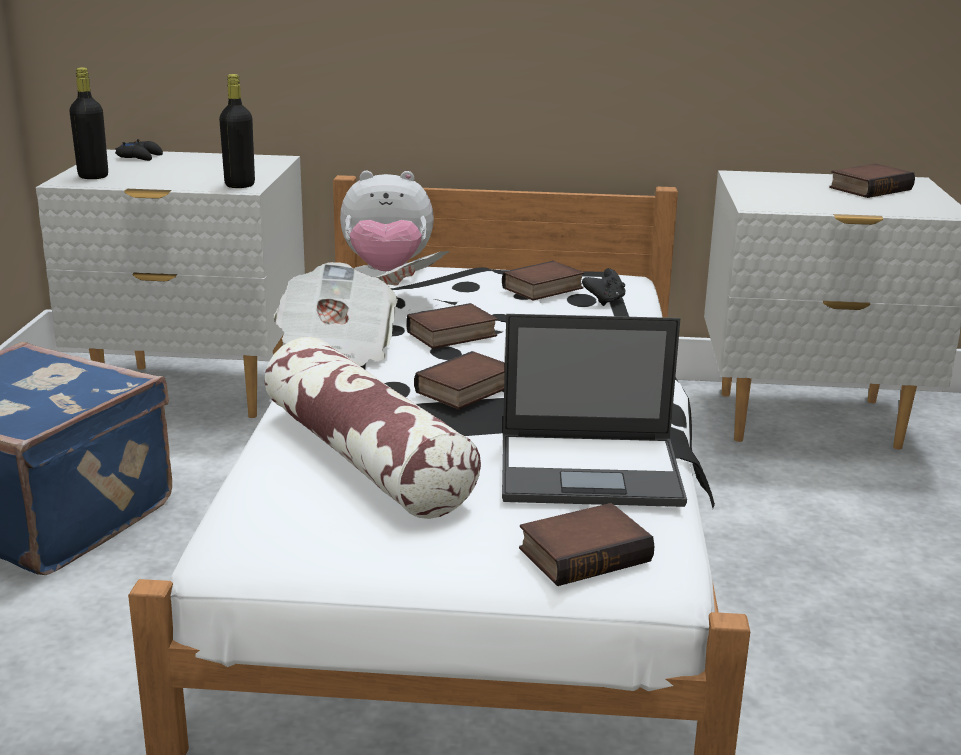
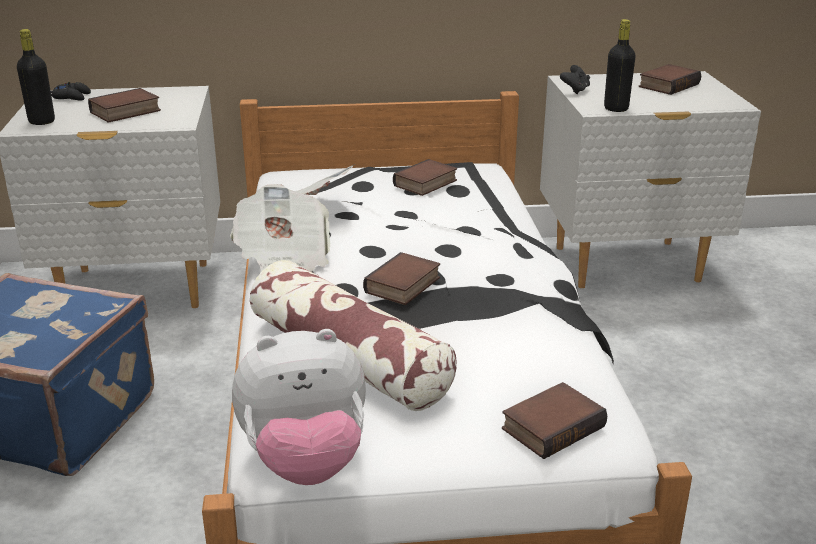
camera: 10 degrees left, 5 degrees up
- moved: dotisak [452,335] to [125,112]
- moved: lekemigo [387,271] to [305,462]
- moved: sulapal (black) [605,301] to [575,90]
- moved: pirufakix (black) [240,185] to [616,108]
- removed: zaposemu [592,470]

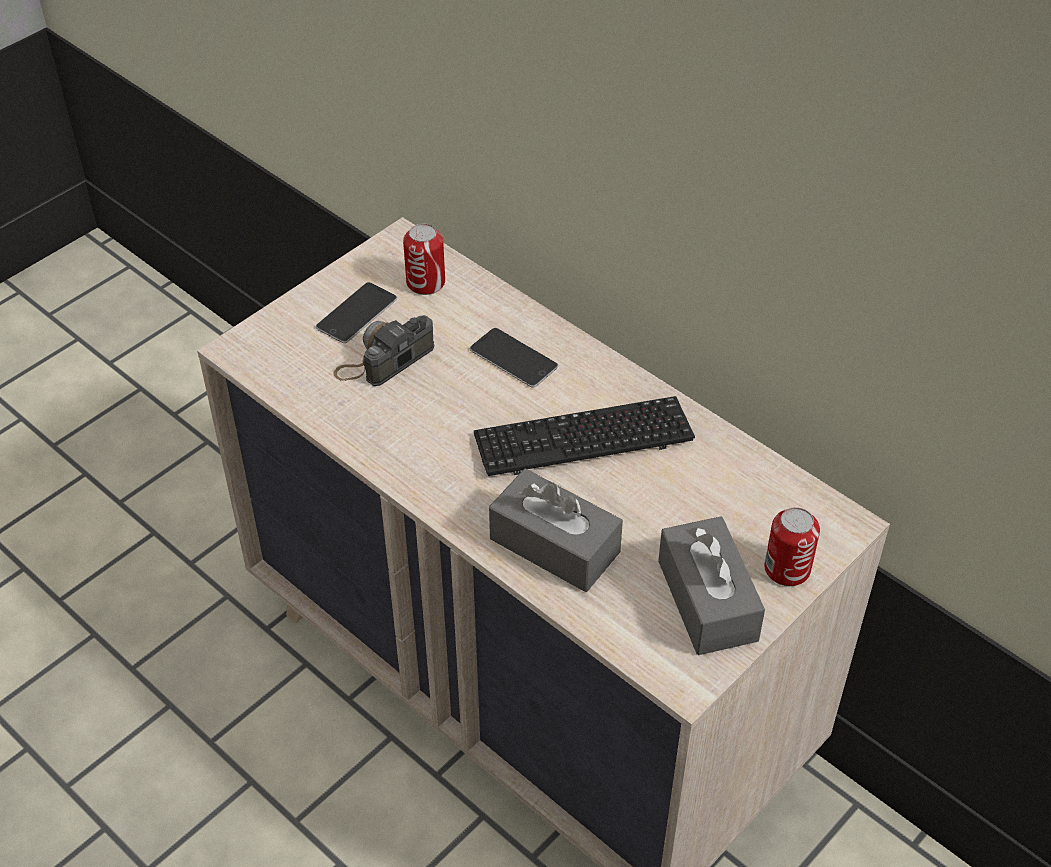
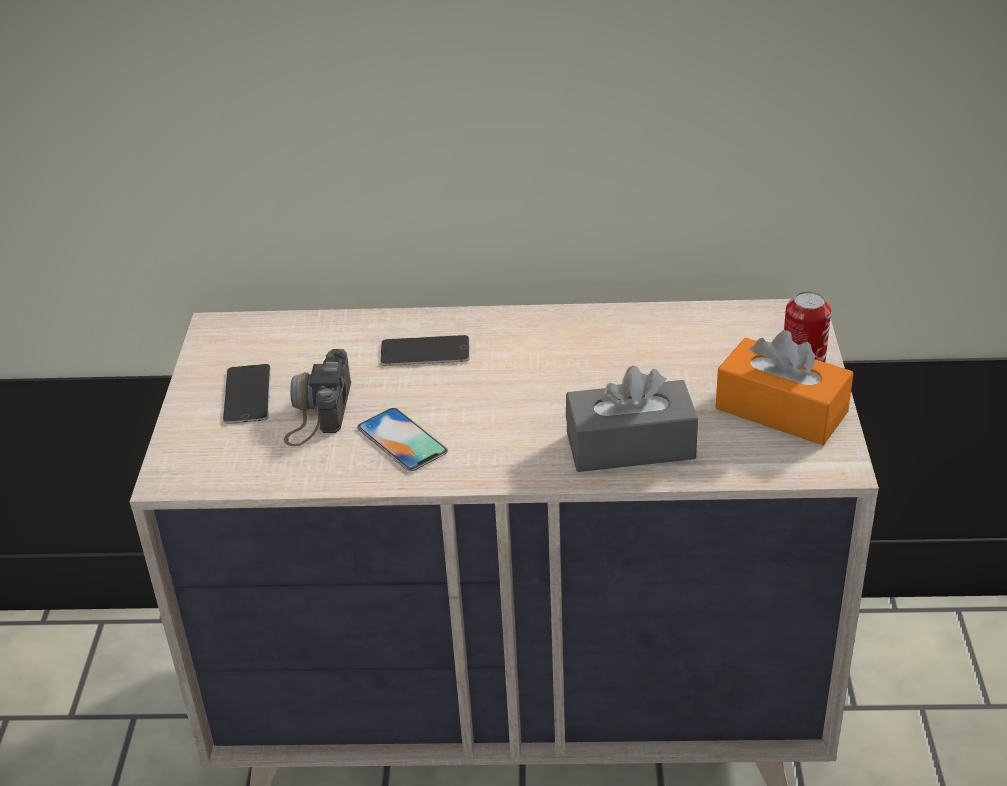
camera: 40 degrees left, 10 degrees down
- added: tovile [402,440]
- recoloured: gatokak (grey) [707,600] to gatokak (orange) [781,410]
- removed: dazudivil [425,282]
- removed: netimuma [583,439]

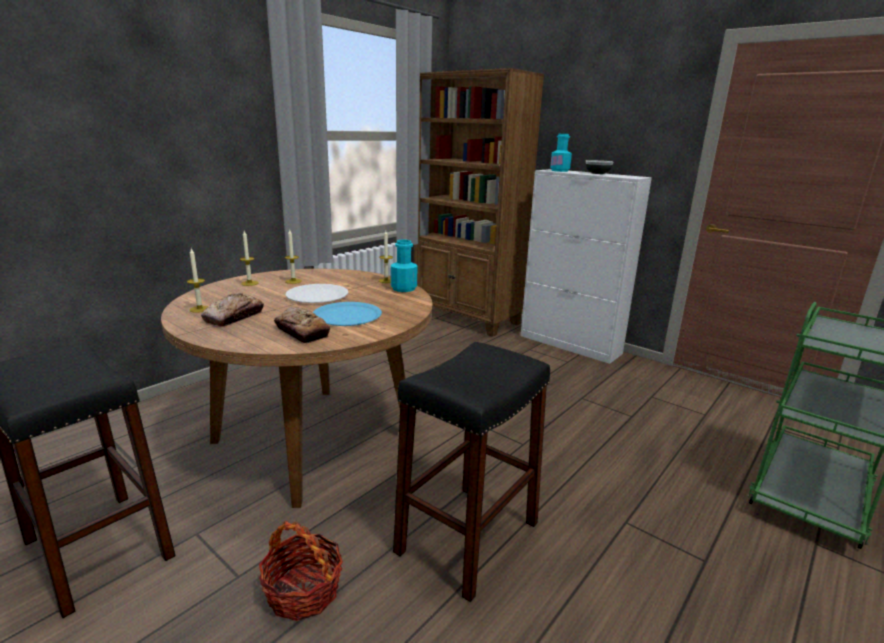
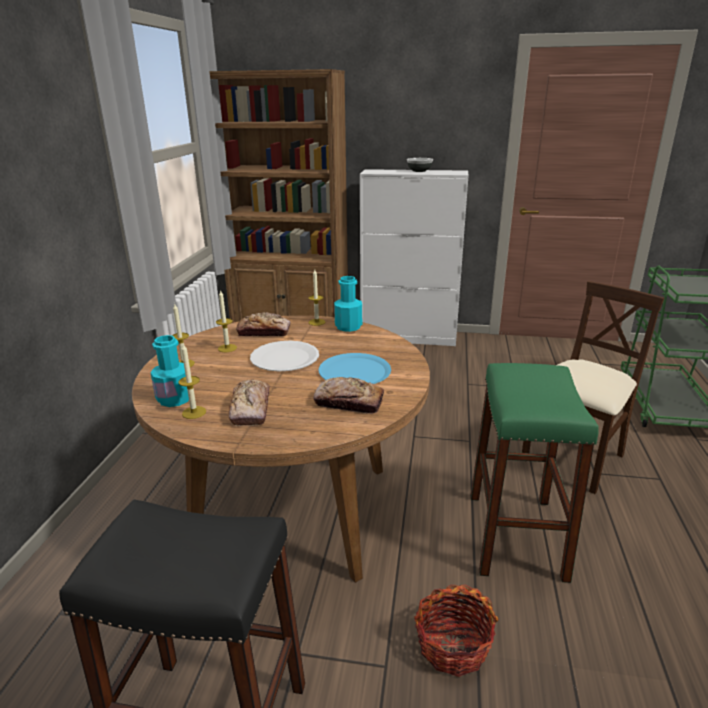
camera: 30 degrees left, 5 degrees up
- moved: pirufakix (turquoise) [559,171] to [175,399]
- added: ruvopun [264,332]
- recoloured: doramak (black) [467,537] to doramak (green) [515,535]
- added: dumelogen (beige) [574,459]

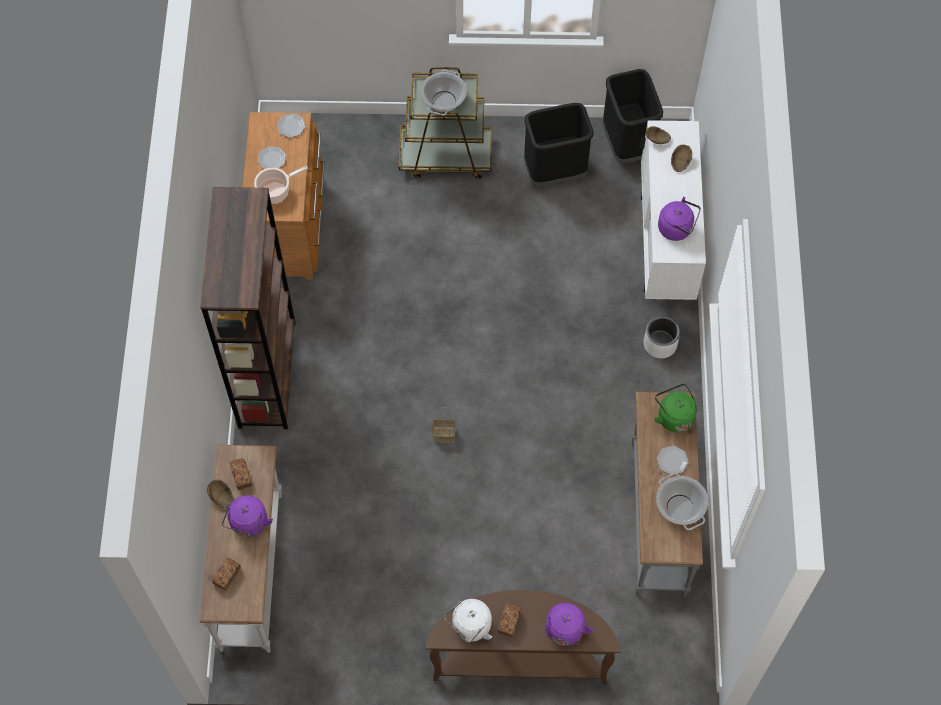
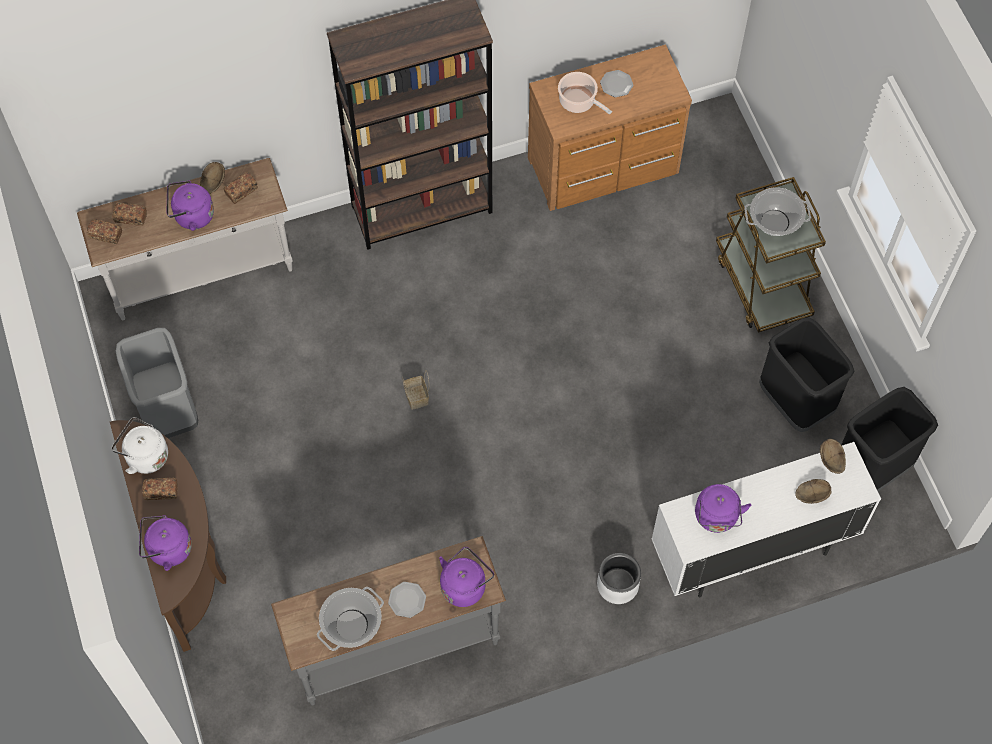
camera: 70 degrees right, 0 degrees up
- added: ruvopun [106,235]
- added: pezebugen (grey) [168,411]
- recoloured: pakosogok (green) [674,416] to pakosogok (purple) [465,585]
- removed: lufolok [291,126]

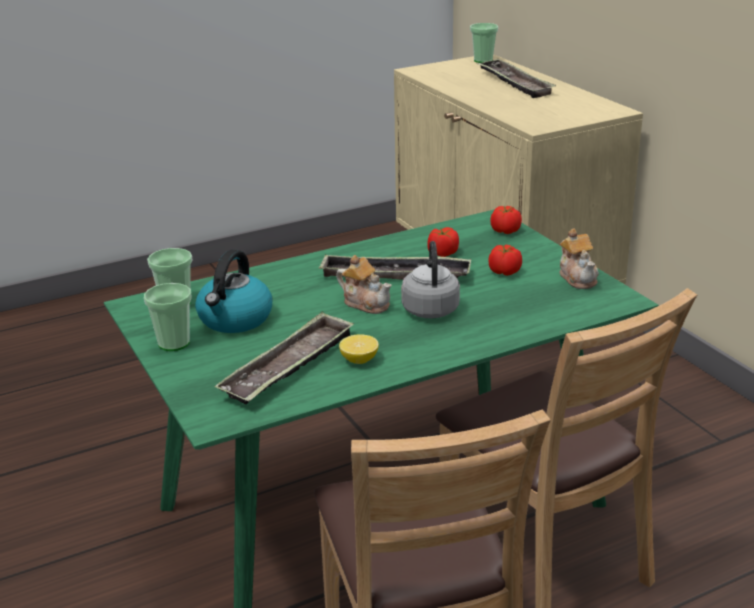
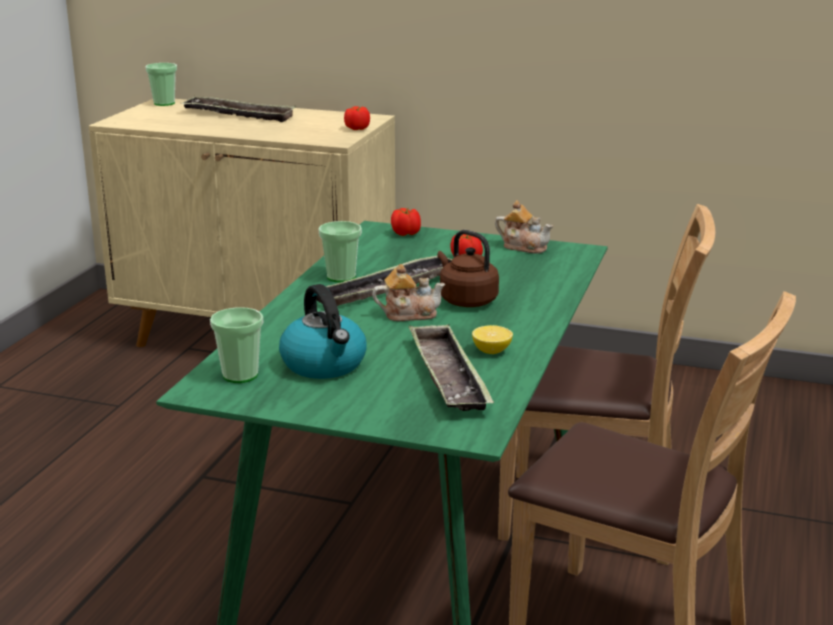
camera: 45 degrees left, 5 degrees down
- moved: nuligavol [174,343] to [341,277]
- moved: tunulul [442,253] to [357,128]
- recoloured: pakosogok (grey) [430,308] to pakosogok (brown) [466,300]

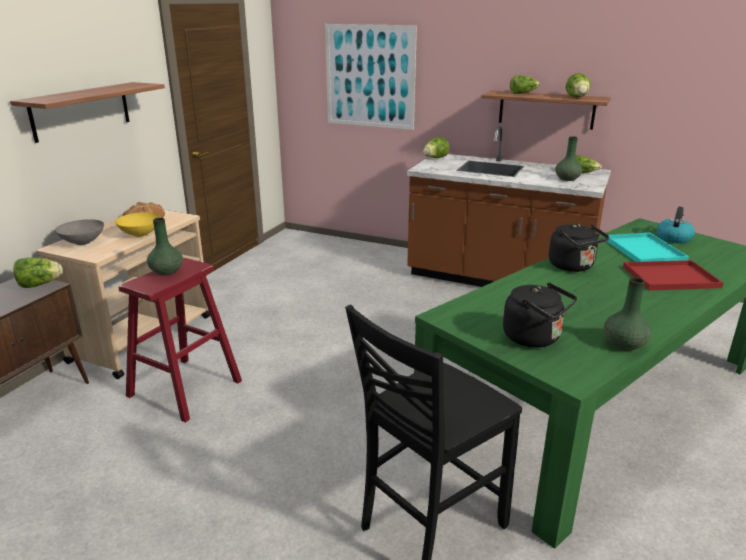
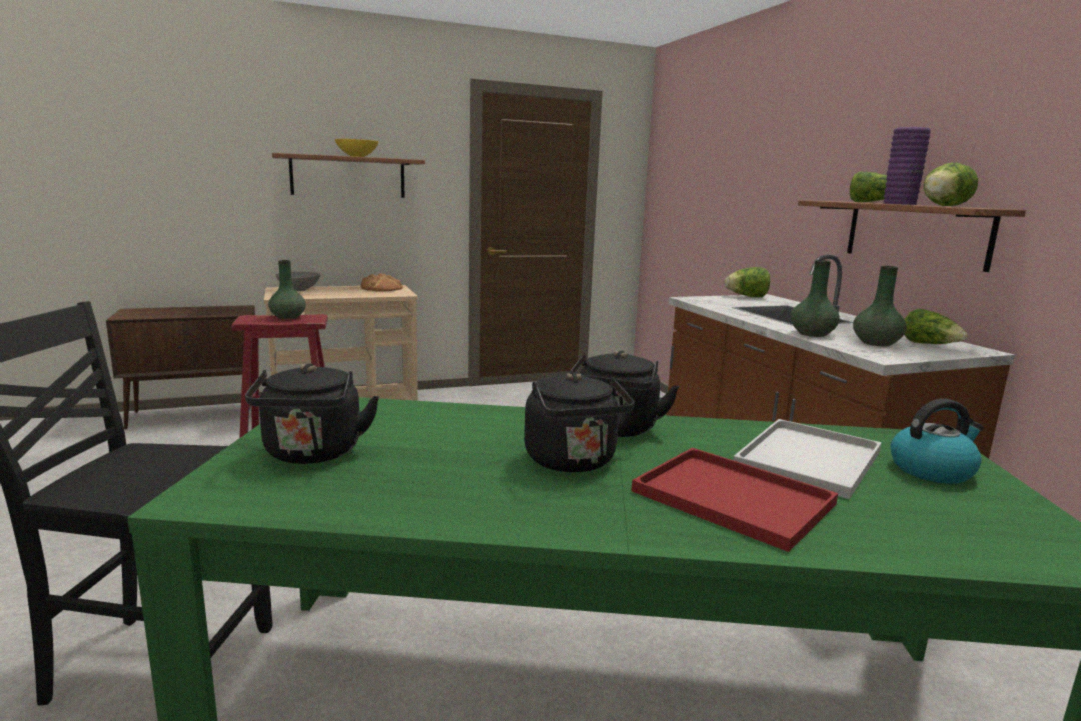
camera: 45 degrees right, 10 degrees down
- moved: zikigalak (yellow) [140,234] to [357,157]
- added: pakosogok (black) [573,462]
- recoloured: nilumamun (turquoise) [645,250] to nilumamun (white) [809,460]
- moved: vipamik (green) [623,344] to [811,334]
- added: vipamik (purple) [899,204]
- removed: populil [39,285]
- removed: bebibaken [369,76]

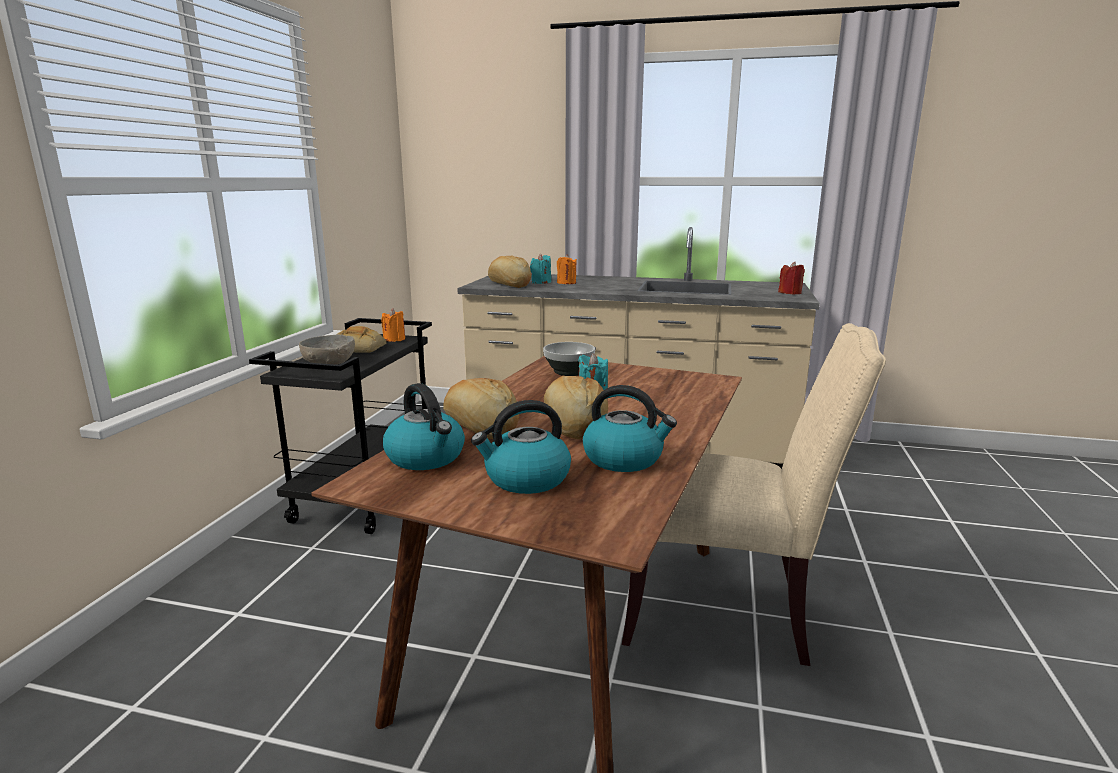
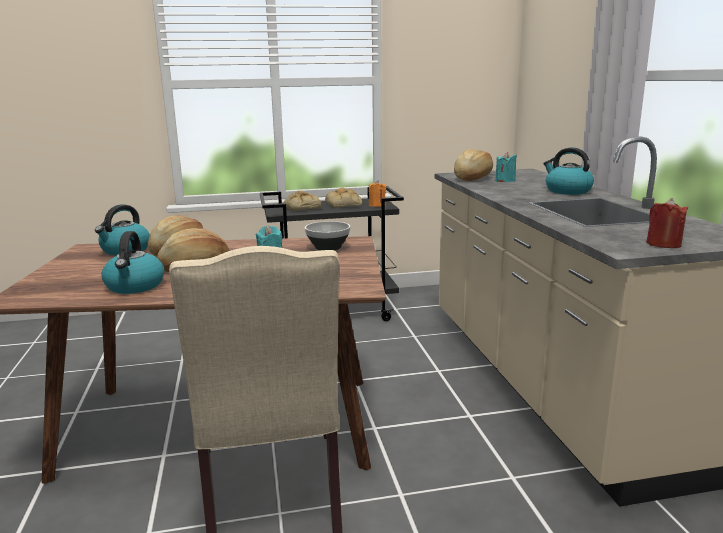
camera: 65 degrees right, 0 degrees up
- replaced: zikigalak (grey) [329,363] to ruvopun [301,207]
- moved: pakosogok [526,479] to [567,191]
- removed: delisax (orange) [566,283]

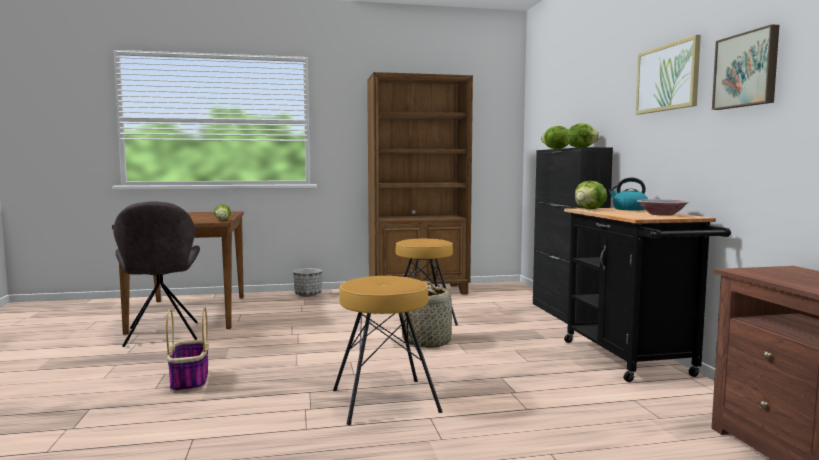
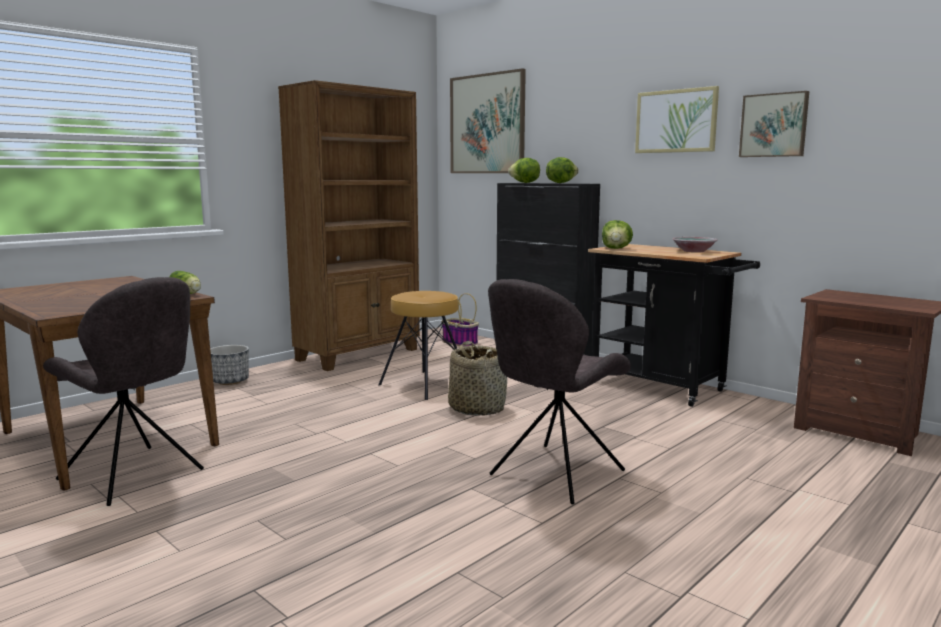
camera: 35 degrees left, 5 degrees up
- moved: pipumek [189,381] to [460,343]
- added: bebibaken [487,124]
- replaced: doramak (brown) [384,400] to dumelogen (grey) [554,474]
- removed: pakosogok [629,209]

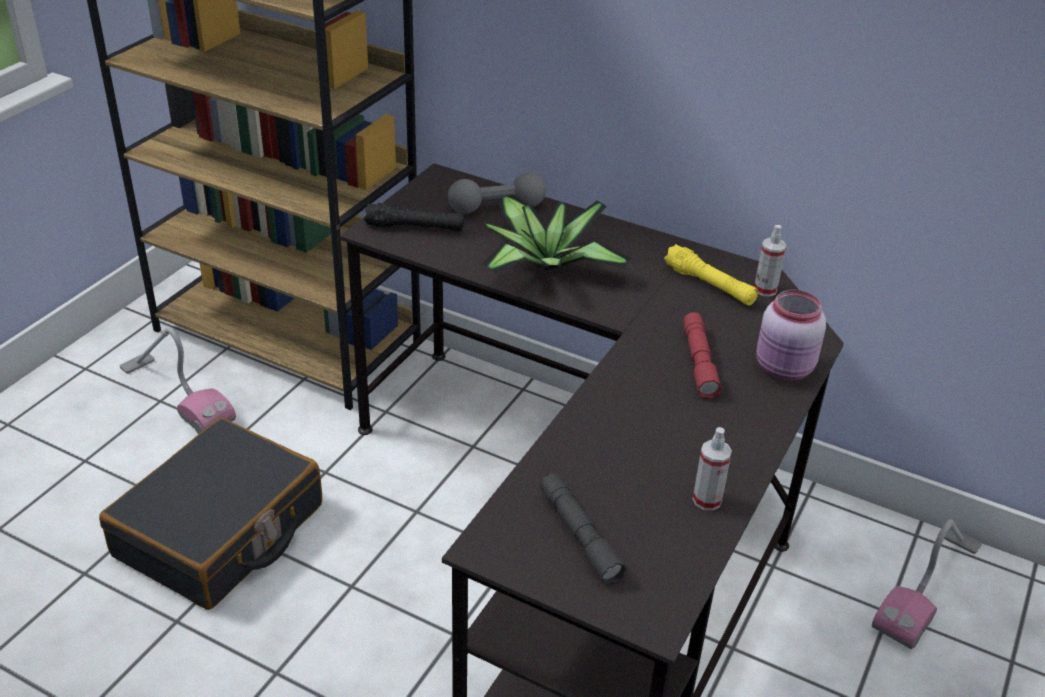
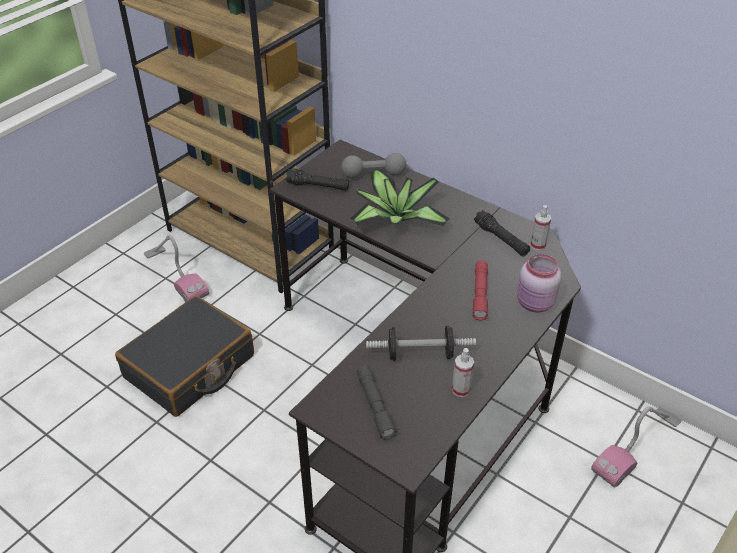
camera: 10 degrees right, 5 degrees up
- added: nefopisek [420,354]
- recoloured: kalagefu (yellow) [709,285] to kalagefu (black) [501,239]

